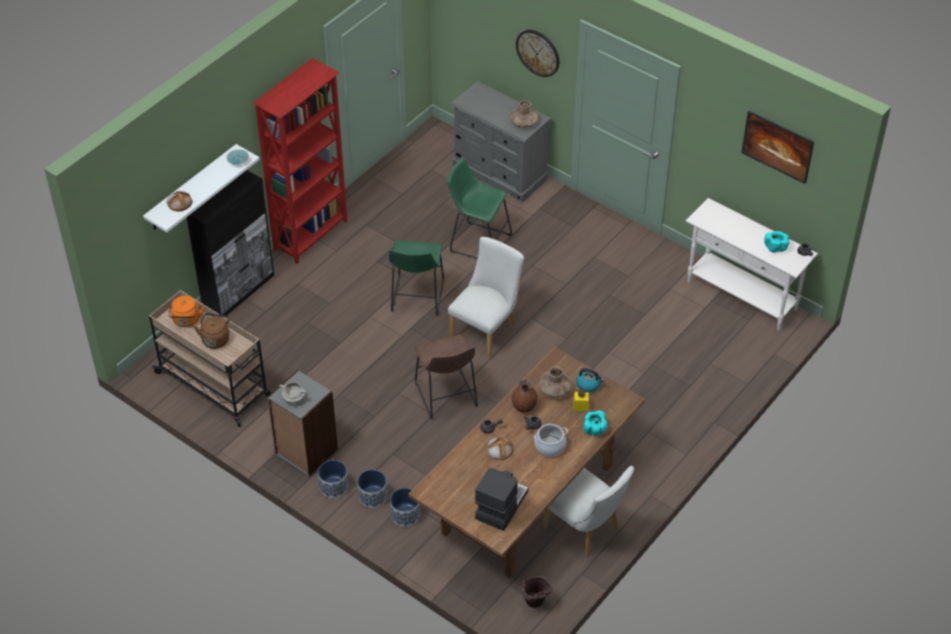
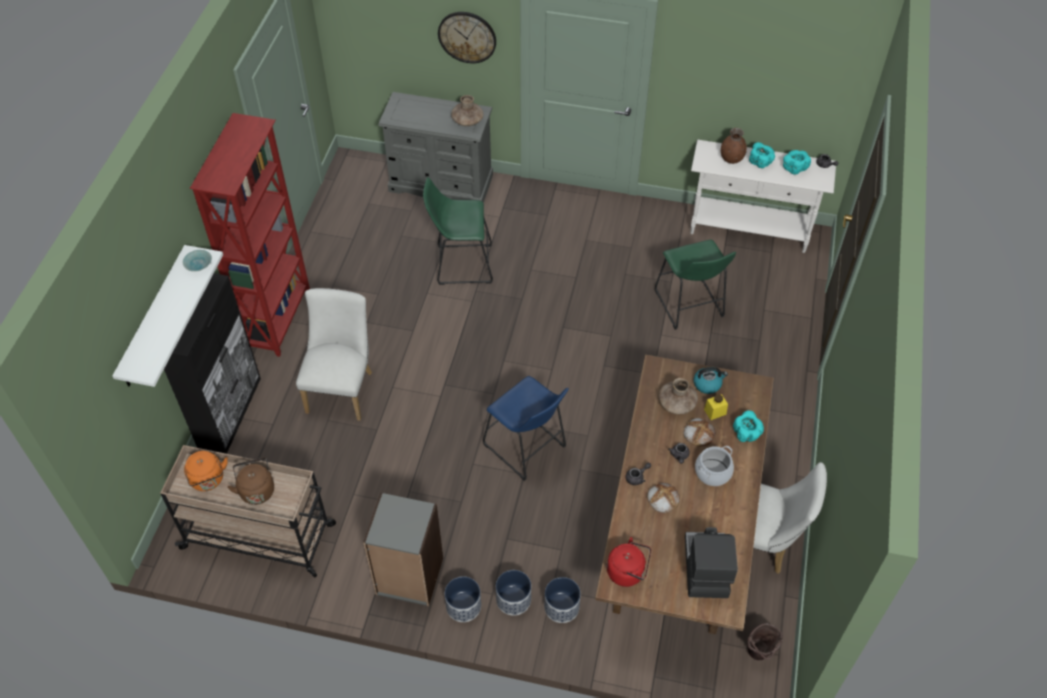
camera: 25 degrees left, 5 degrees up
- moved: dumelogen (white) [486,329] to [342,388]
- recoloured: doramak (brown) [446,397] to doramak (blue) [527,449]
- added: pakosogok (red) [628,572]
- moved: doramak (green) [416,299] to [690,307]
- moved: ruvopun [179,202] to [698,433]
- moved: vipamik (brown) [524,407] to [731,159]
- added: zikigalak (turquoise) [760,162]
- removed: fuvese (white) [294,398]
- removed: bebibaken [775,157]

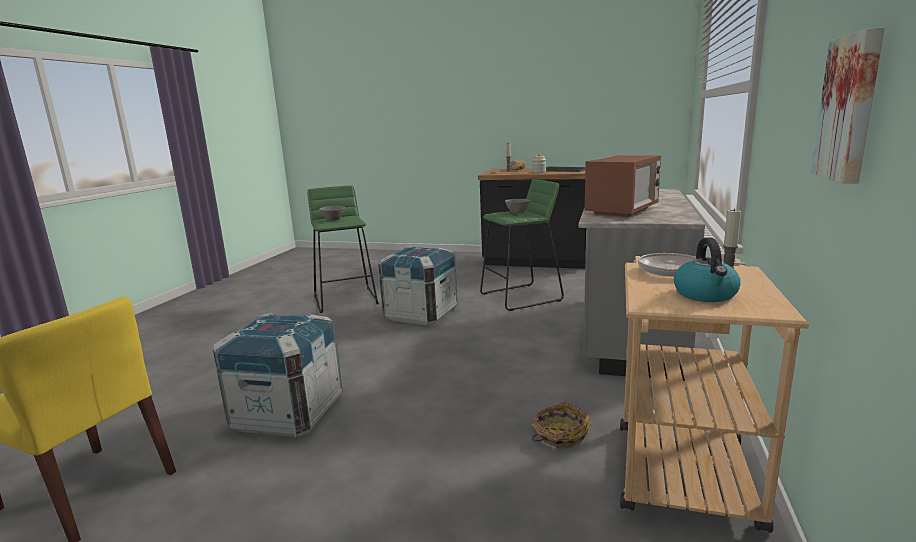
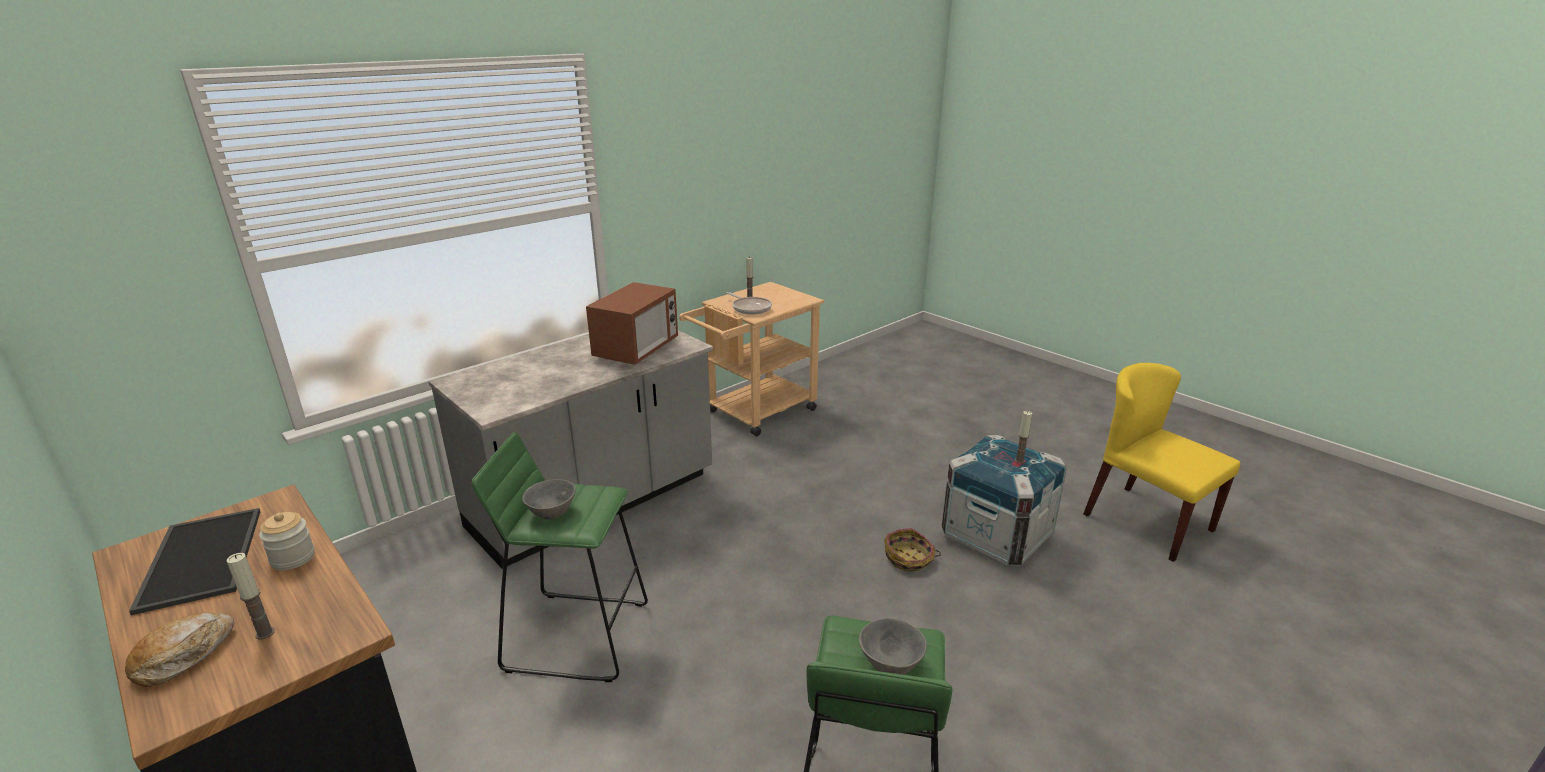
camera: 150 degrees left, 10 degrees up
- turned: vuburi [622,211] = [637,350] 135 degrees clockwise
- moved: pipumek [559,435] to [909,559]
- added: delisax [1019,460]
- removed: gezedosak [421,314]
- removed: pakosogok [706,294]
- removed: bebibaken [851,108]

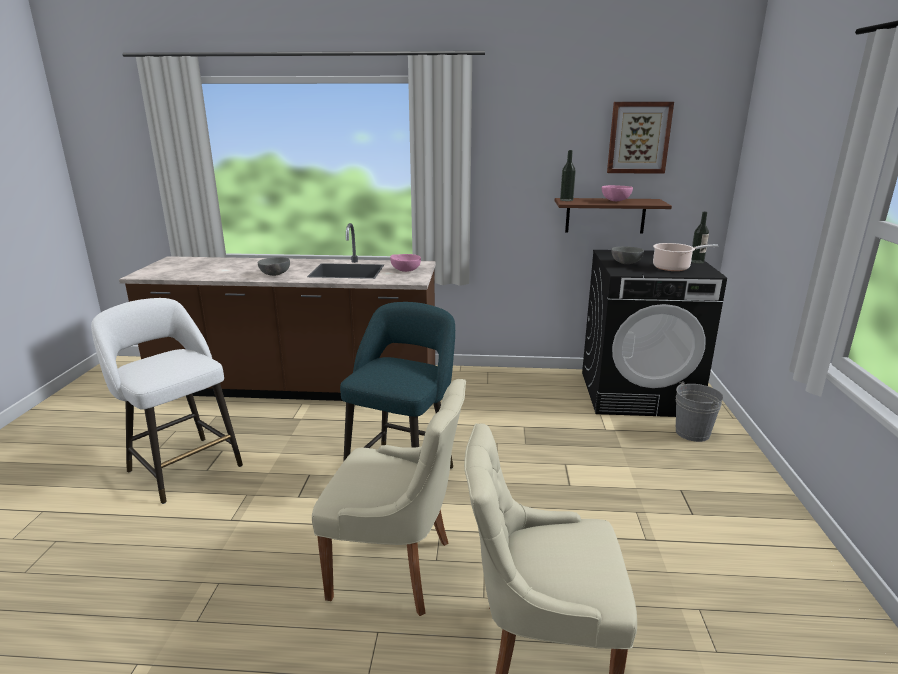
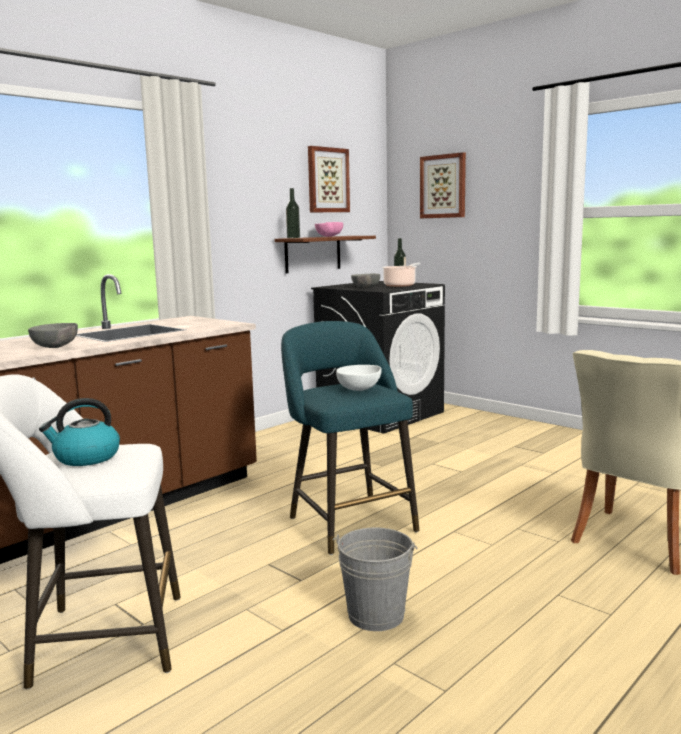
camera: 50 degrees left, 10 degrees down
- added: pakosogok [86,458]
- moved: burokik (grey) [692,433] to [375,615]
- added: zikigalak (white) [360,390]
- added: bebibaken [443,186]
- removed: dumelogen (beige) [396,569]
- removed: zikigalak (pink) [405,270]

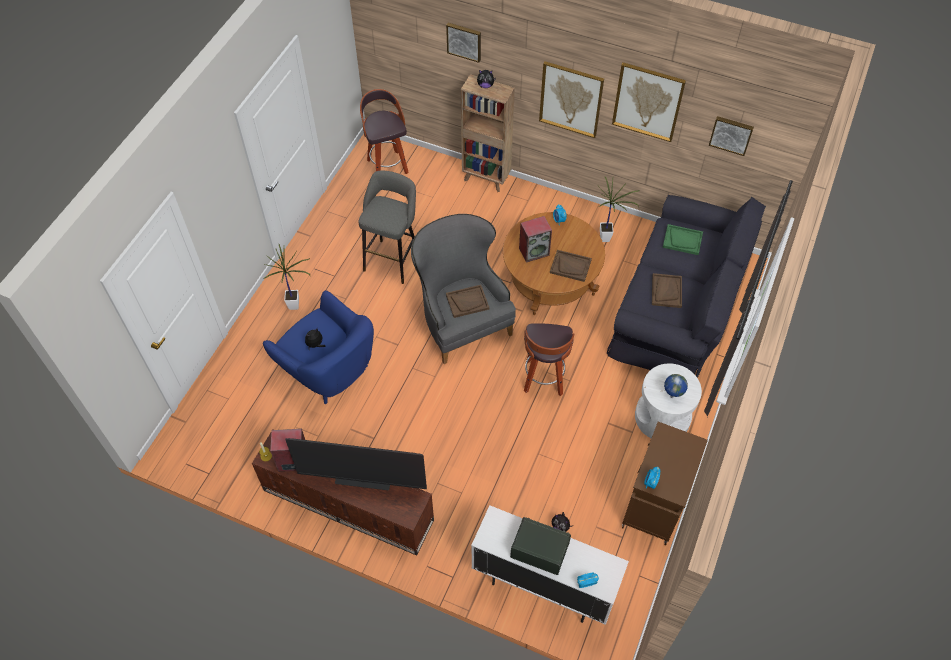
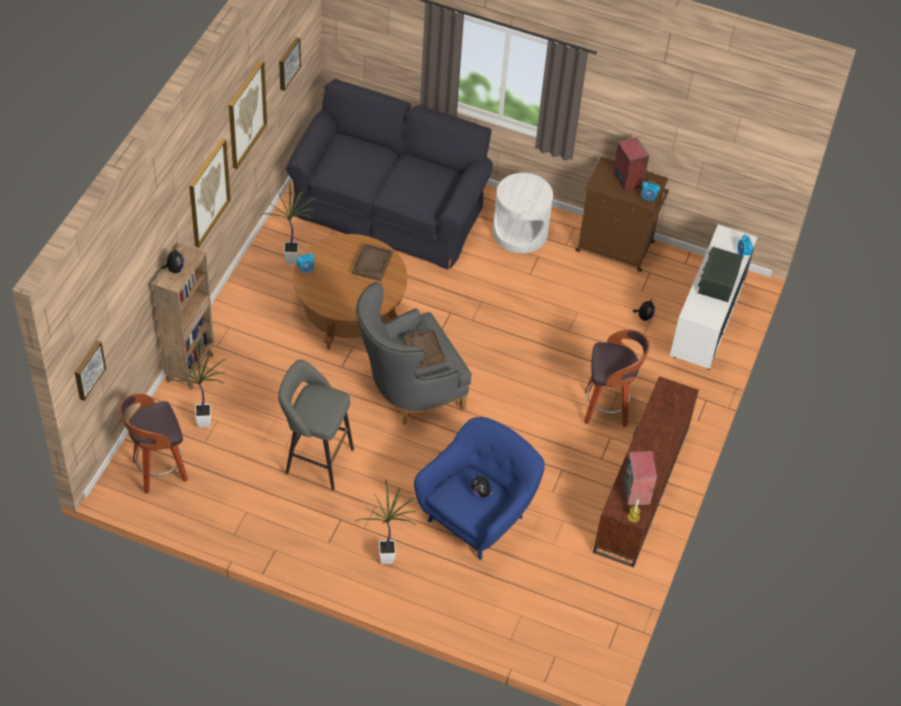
camera: 95 degrees left, 5 degrees down
- moved: bebibaken [464,41] to [88,369]
- added: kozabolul [206,420]
- moved: doramak [544,379] to [607,409]
- moved: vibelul [534,251] to [627,179]
- removed: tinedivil [362,482]
- removed: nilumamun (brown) [666,291]
- removed: nilumamun (green) [682,240]
- removed: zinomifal [671,396]

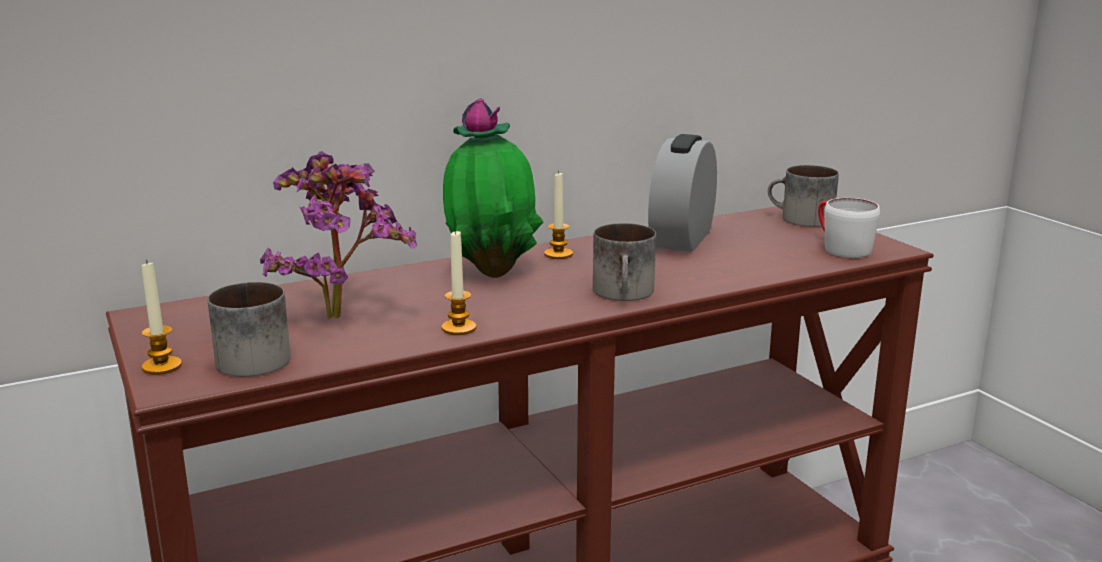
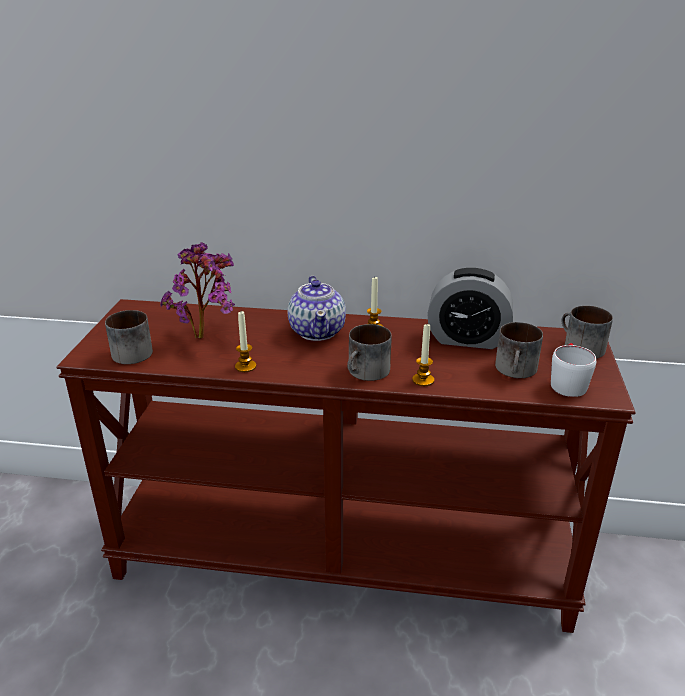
camera: 35 degrees right, 10 degrees up
- replaced: kozabolul [492,273] to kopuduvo [317,331]
- moved: delisax [162,366] to [423,380]
- turned: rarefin [682,239] = [467,339] 135 degrees counterclockwise
- added: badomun [517,371]

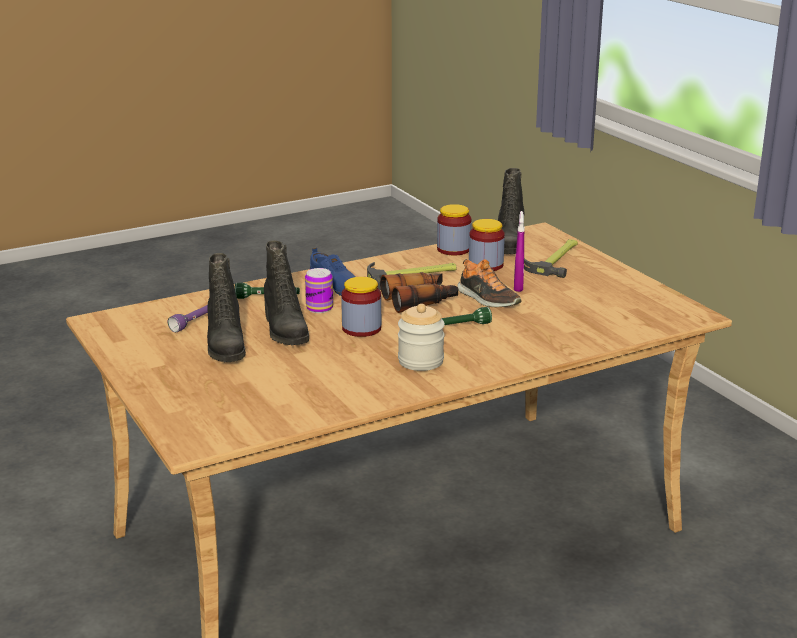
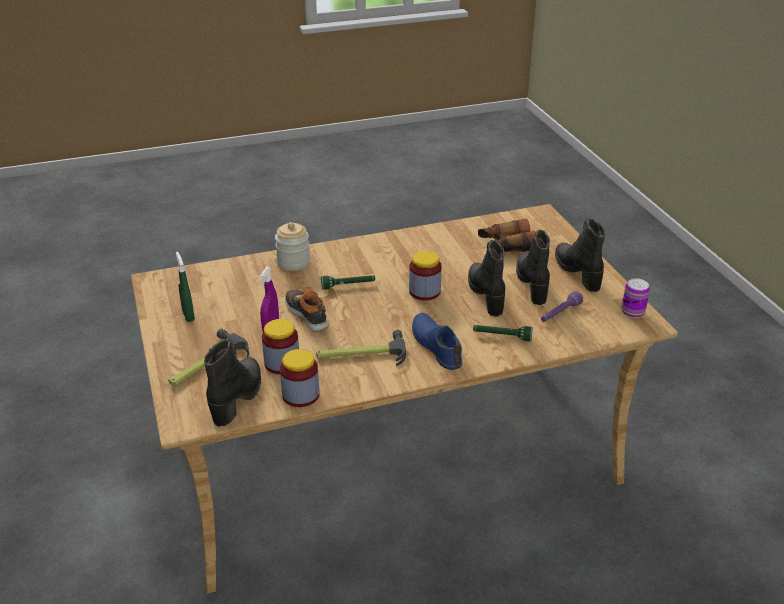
camera: 170 degrees left, 10 degrees up
- added: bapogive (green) [188,315]
- moved: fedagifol [420,361] to [293,262]
- moved: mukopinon [420,301] to [506,246]
- added: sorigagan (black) [578,272]
- moved: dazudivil [319,308] to [633,312]

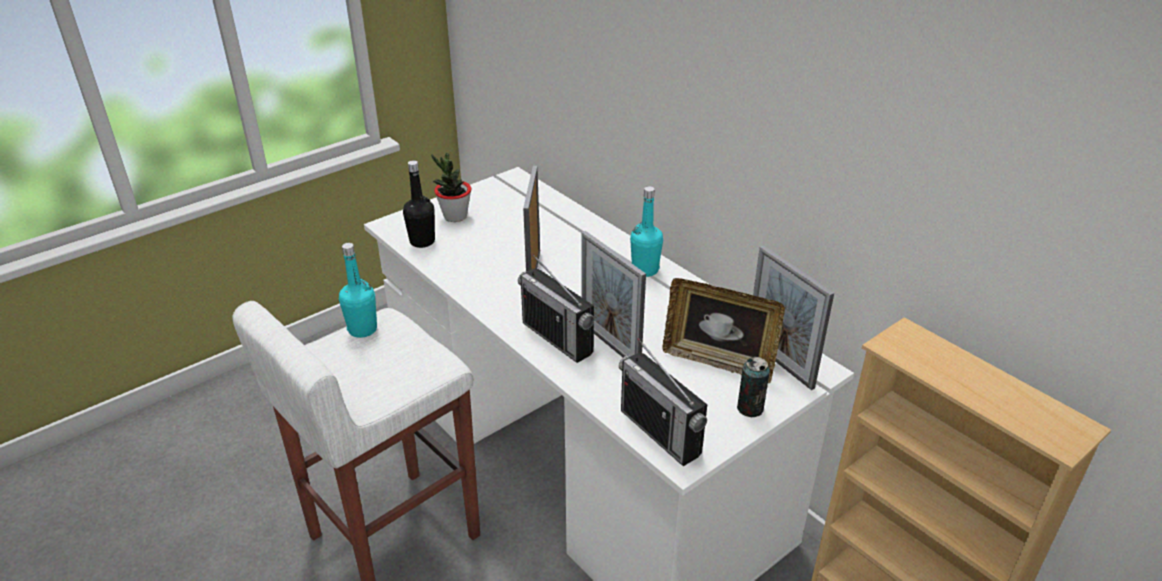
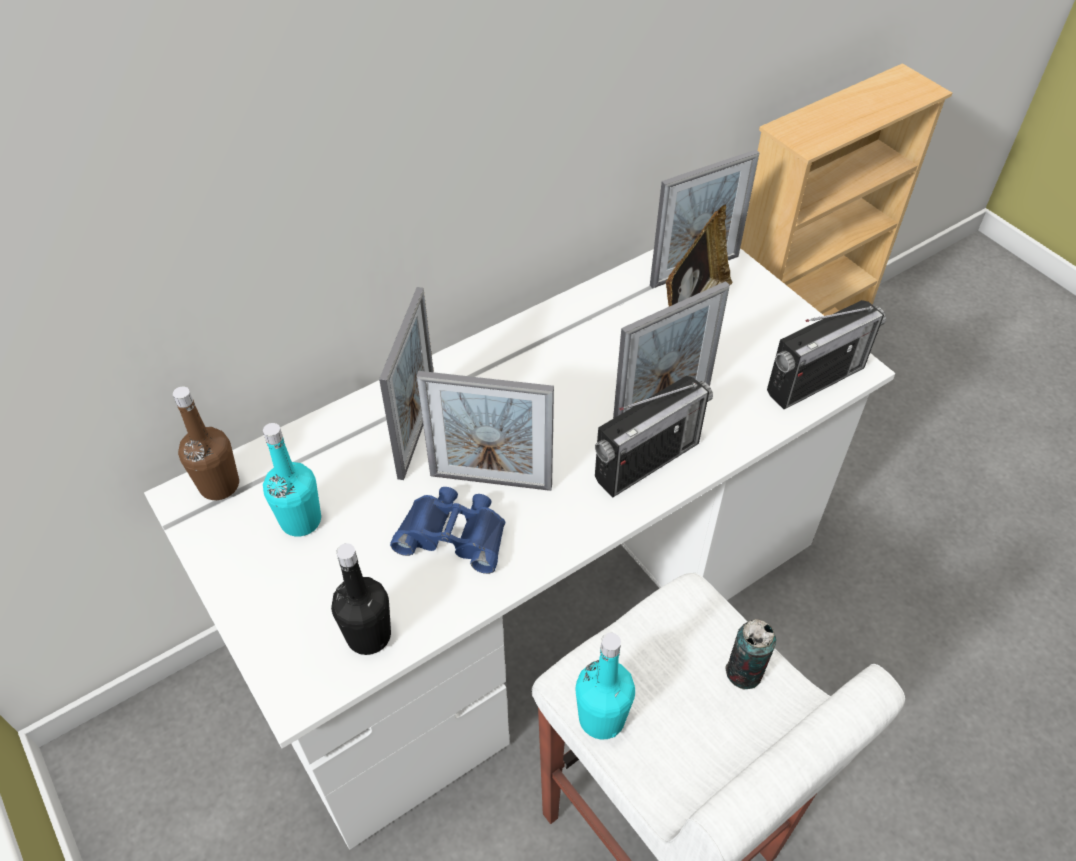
camera: 85 degrees left, 15 degrees up
- added: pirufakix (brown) [219,485]
- moved: pirufakix (turquoise) [645,270] to [301,520]
- added: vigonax [417,433]
- added: mukopinon (blue) [454,534]
- moved: dazudivil [750,408] to [744,672]
- removed: kozabolul [455,216]

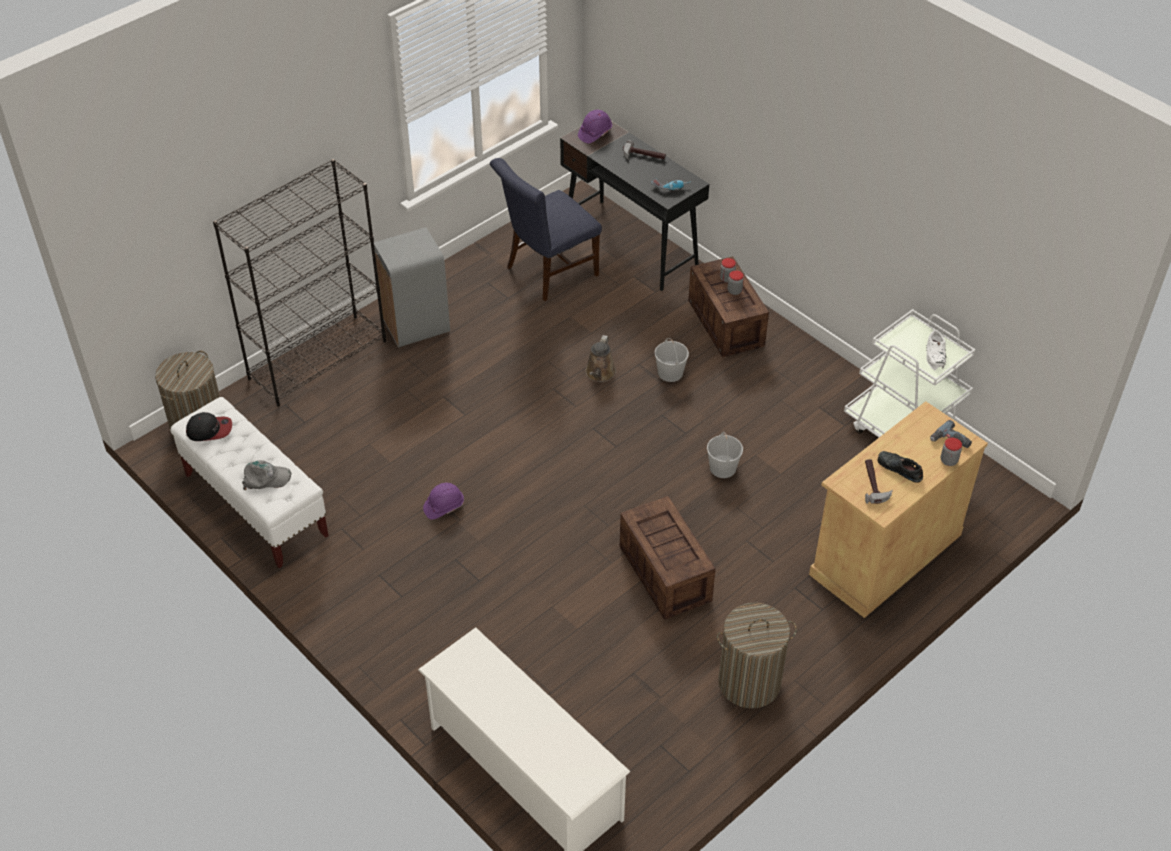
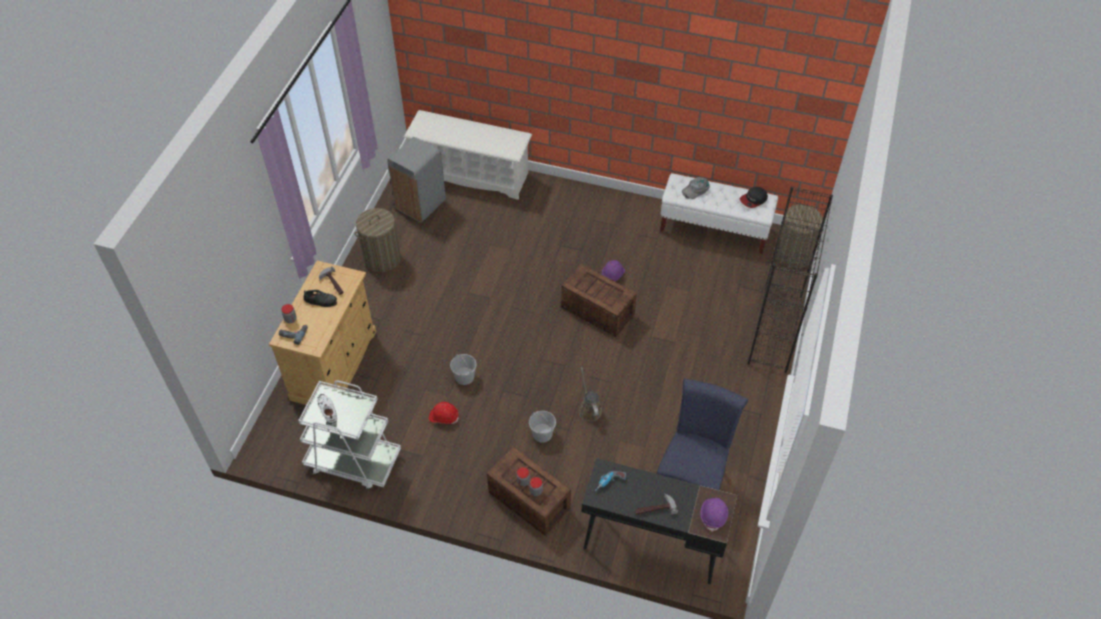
camera: 150 degrees right, 5 degrees up
- moved: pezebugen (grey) [416,325] to [420,205]
- added: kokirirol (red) [443,417]
- moved: gezedosak [664,572] to [598,311]

